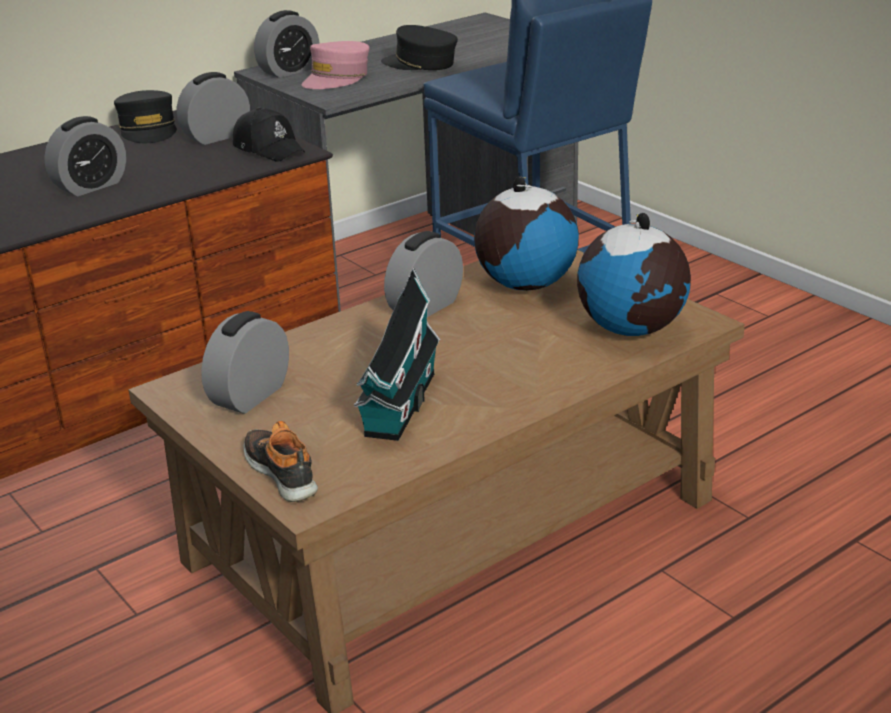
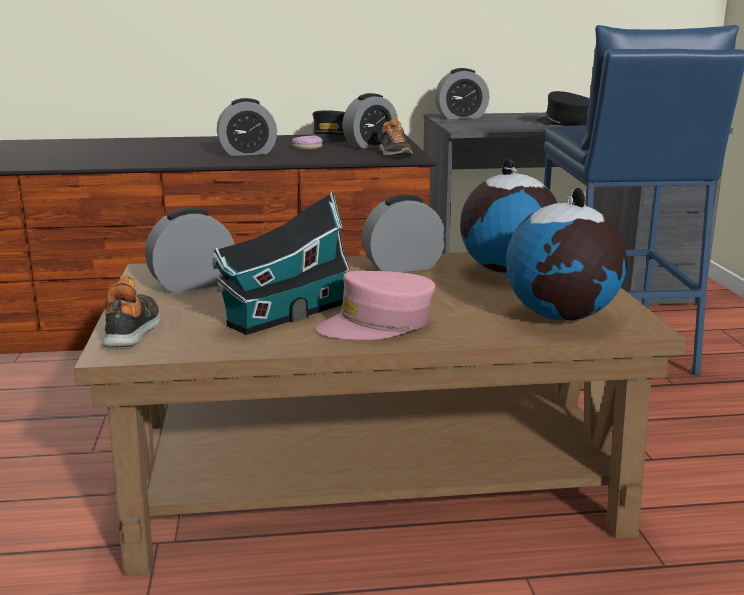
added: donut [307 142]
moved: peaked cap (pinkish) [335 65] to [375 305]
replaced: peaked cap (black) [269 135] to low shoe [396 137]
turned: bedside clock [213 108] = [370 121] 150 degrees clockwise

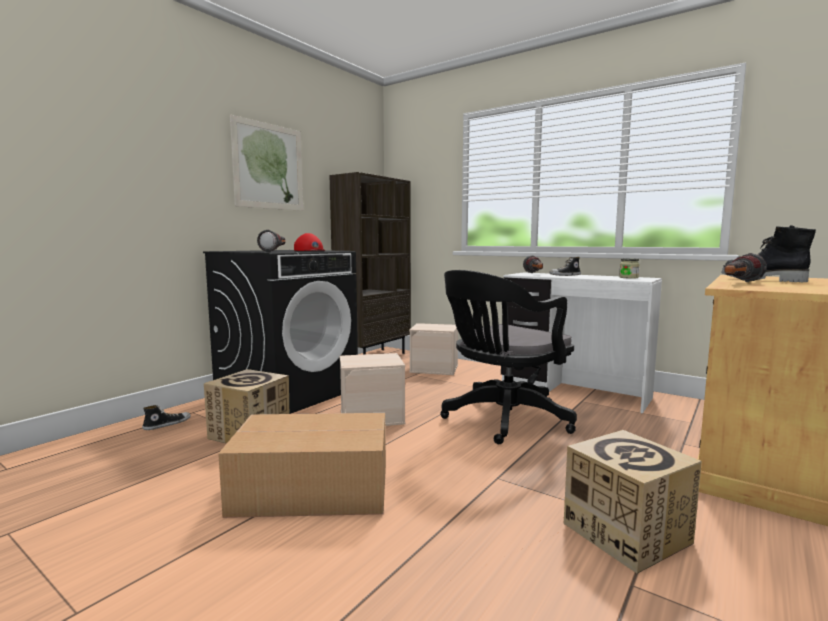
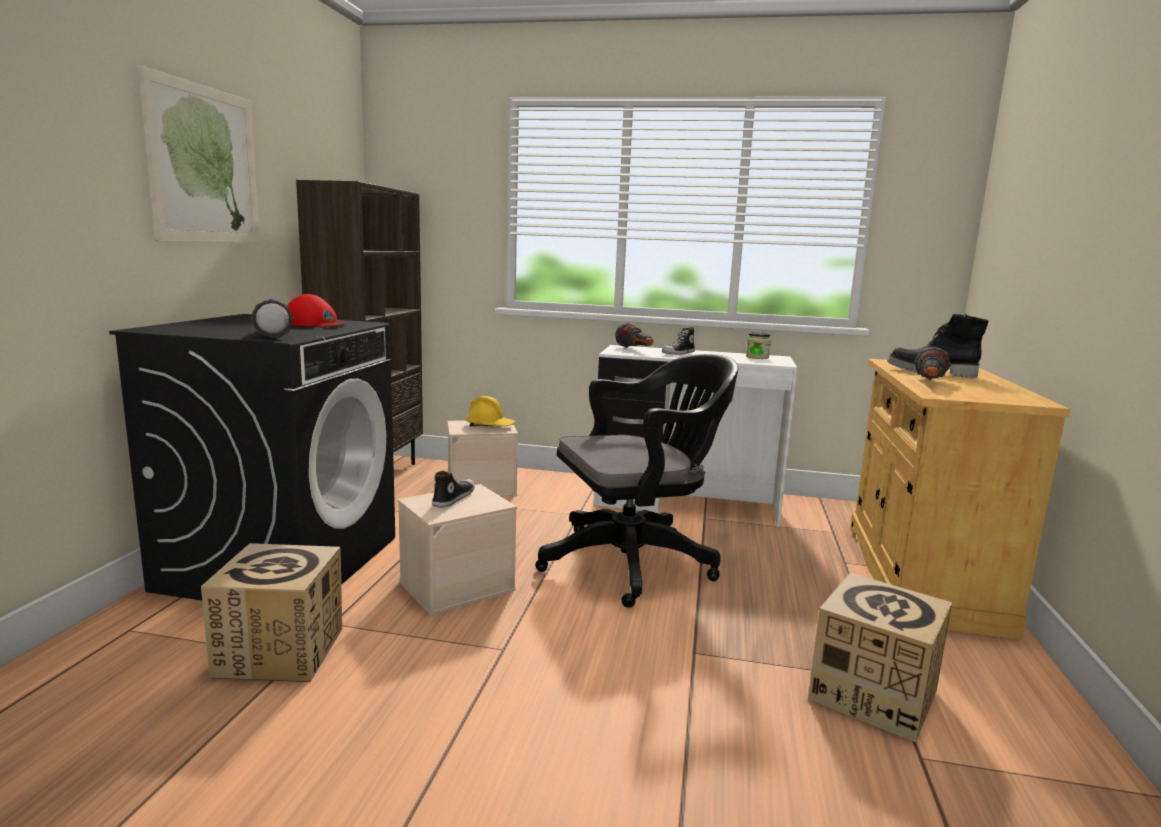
removed: carton [302 465]
added: hard hat (yellowish) [490 411]
moved: low shoe [166 417] to [453 489]
turned: desk chair (black) [508 357] = [636 481] 135 degrees counterclockwise

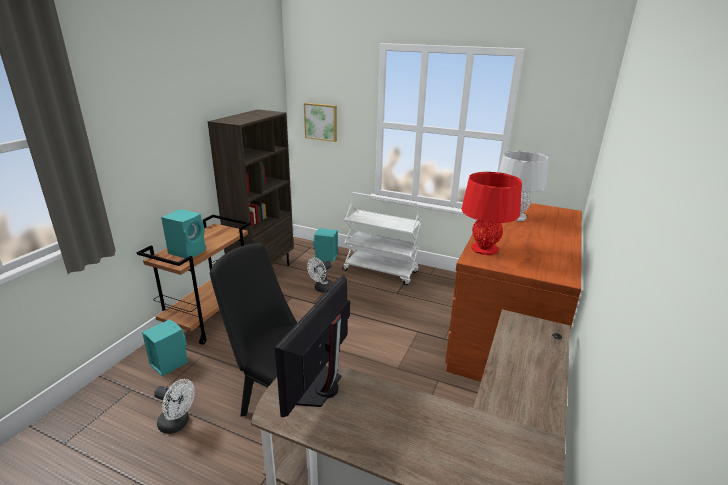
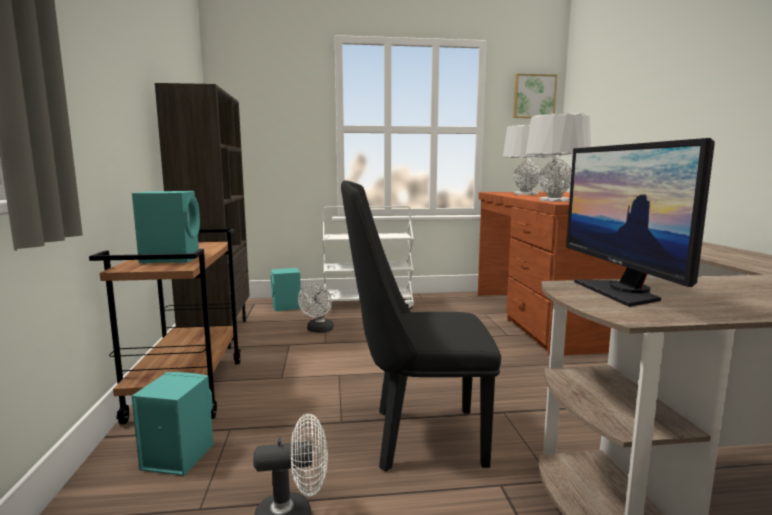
moved: wall picture [320 122] to [535 96]
recoloured: lamp for a table (red-coloured) [492 213] to lamp for a table (greyish) [558 157]

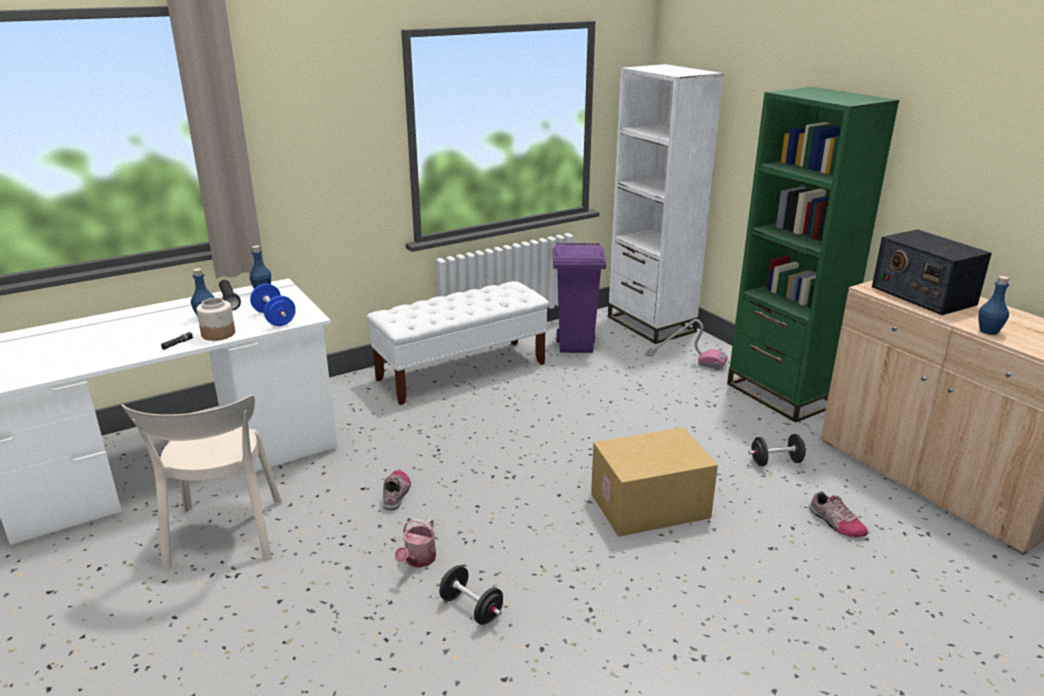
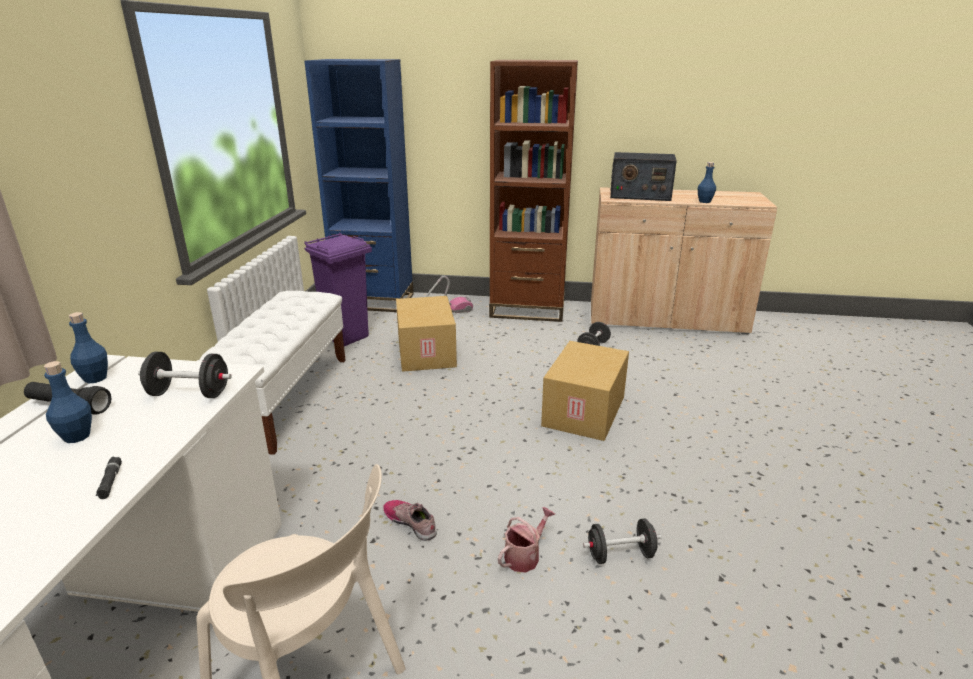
removed: storage jar [215 319]; low shoe [838 514]
added: carton [426 334]
recoloured: dumbbell (blue) [273 305] to dumbbell (black) [185 375]; bookshelf (whitish) [666 204] to bookshelf (blue) [359 185]; bookshelf (green) [813 255] to bookshelf (brown-coloured) [533 191]
turned: watering can [415 543] = [526 540] 105 degrees counterclockwise

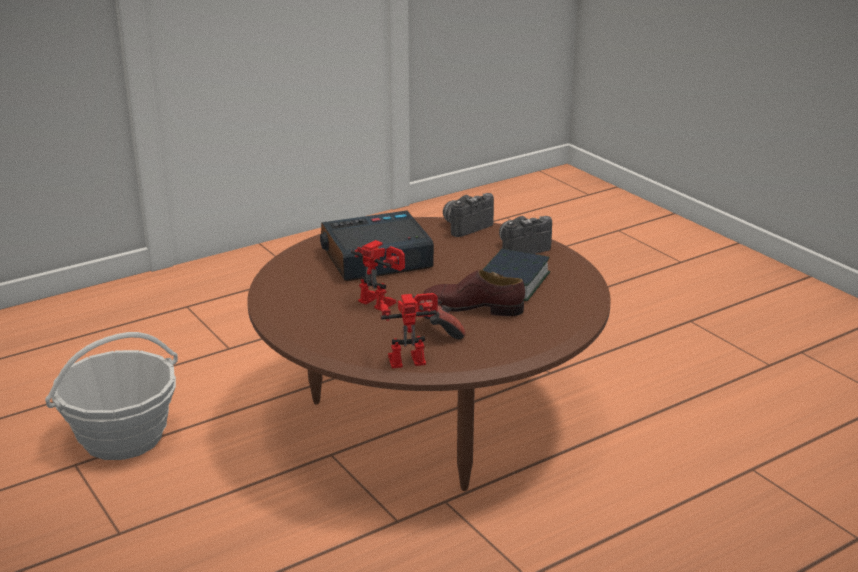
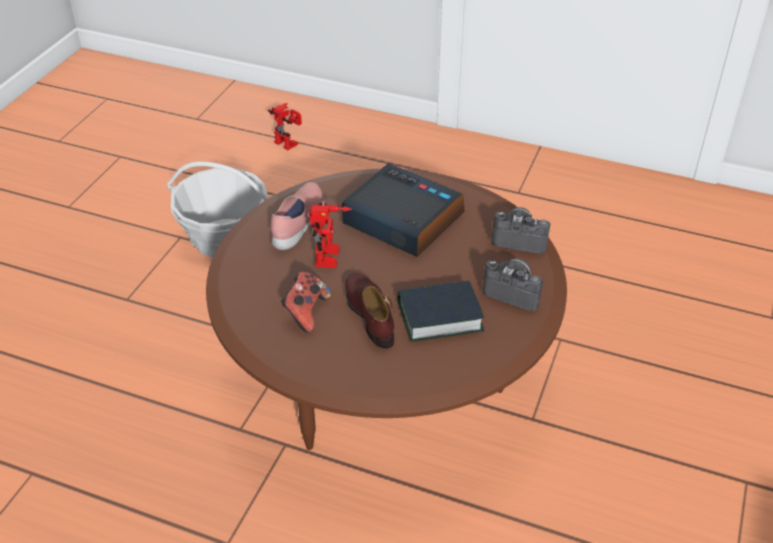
added: low shoe (pinkish) [297 216]
moved: robot figure [409 330] to [285 126]

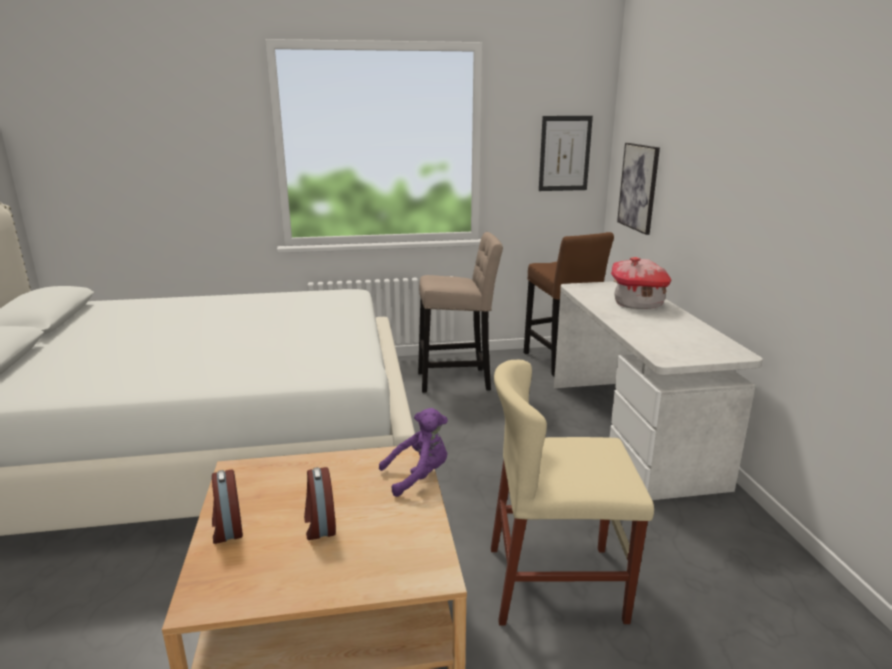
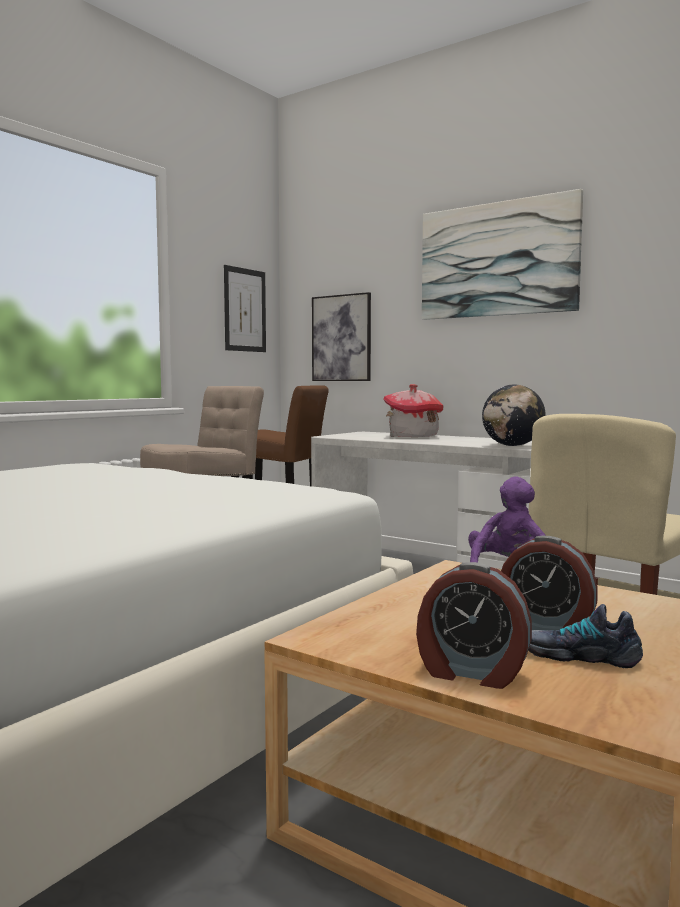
added: wall picture [502 254]; desk globe [514 415]; low shoe [585 636]

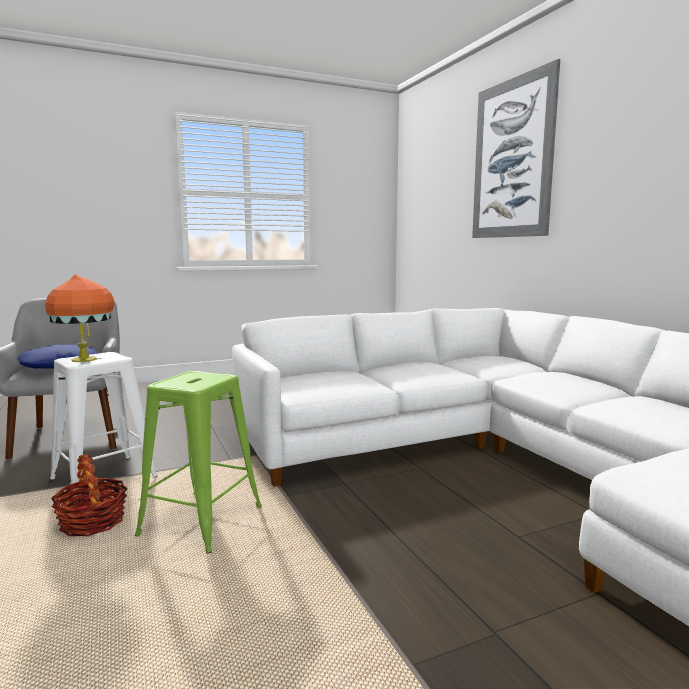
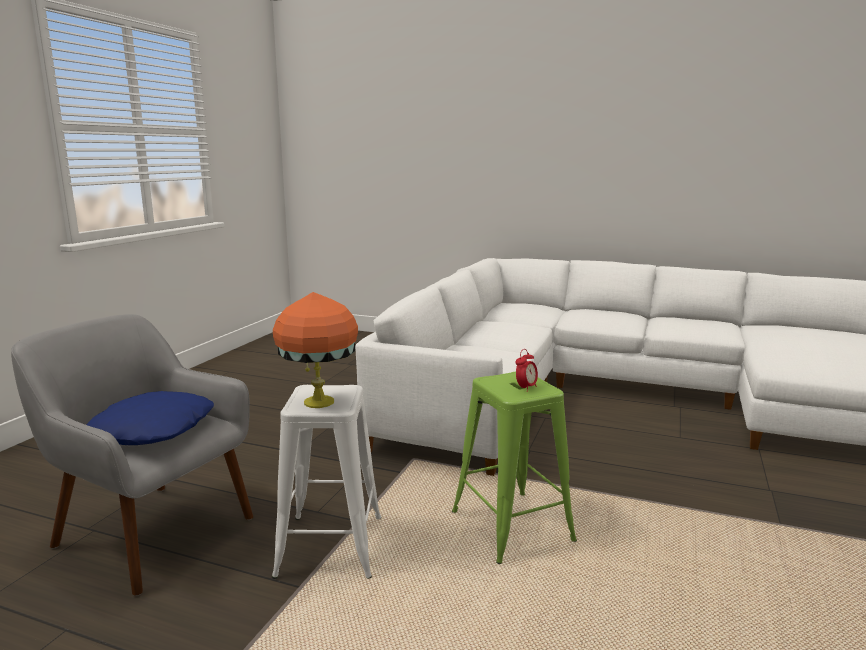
removed: household basket [89 495]; wall picture [516 148]
added: bedside clock [526 370]

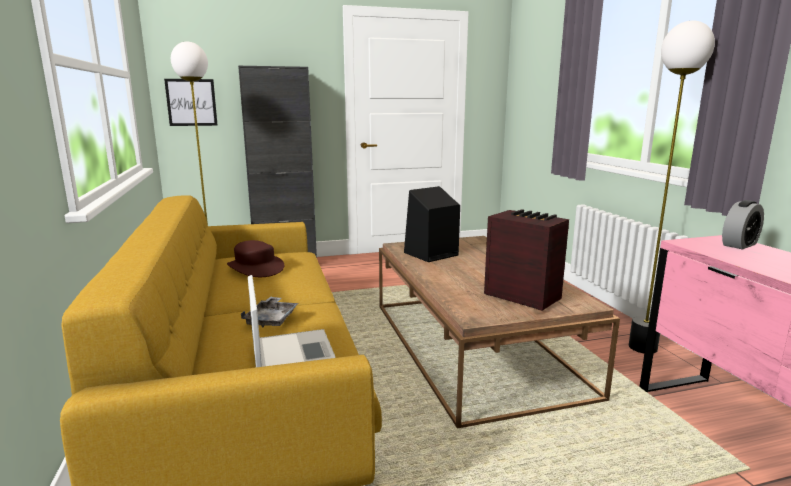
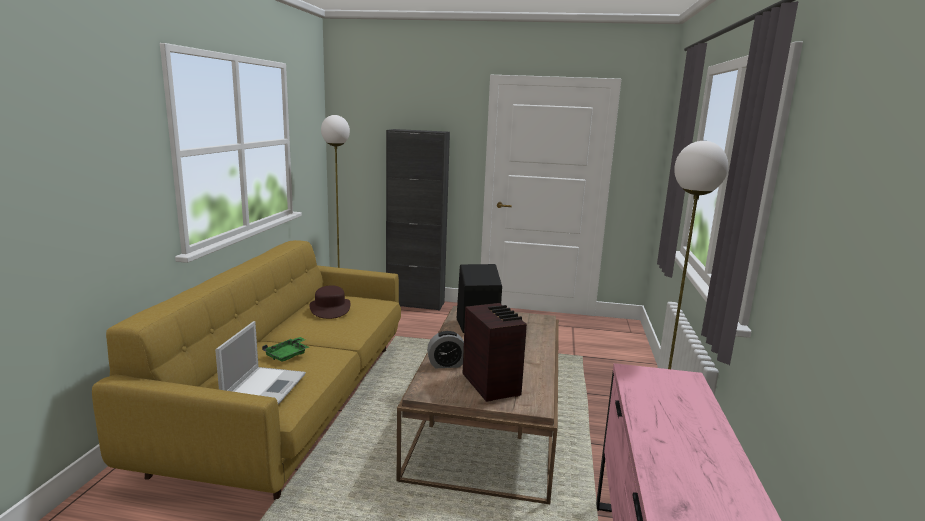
removed: wall picture [191 102]
moved: bedside clock [743 224] to [445 349]
recoloured: tray (greyish) [270 312] to tray (green) [285 349]

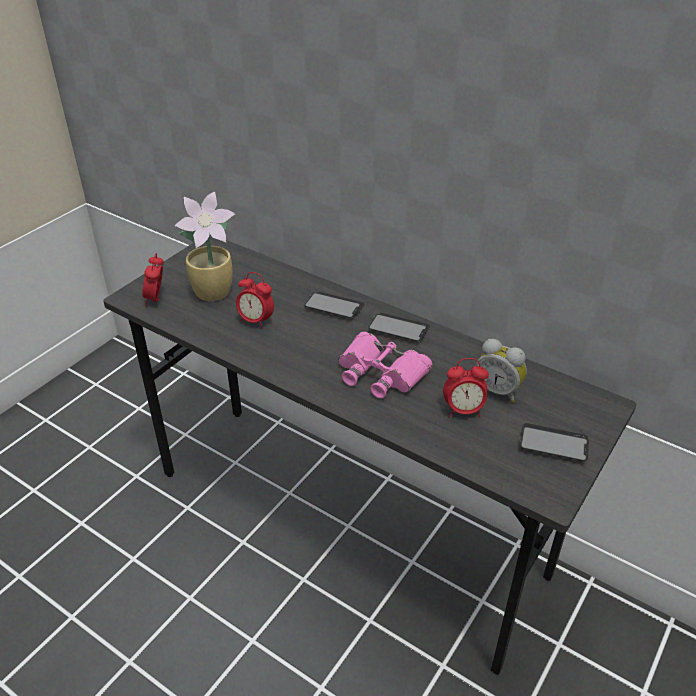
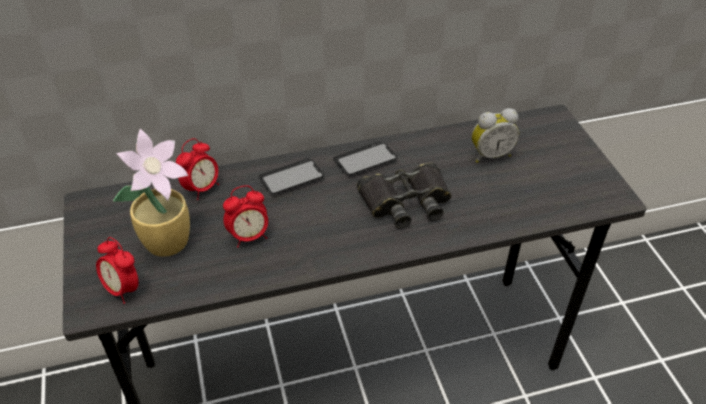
removed: phone [554 442]
moved: bedside clock [466 387] to [197 169]
recoloured: field glasses (pinkish) [385 365] to field glasses (black) [404 195]

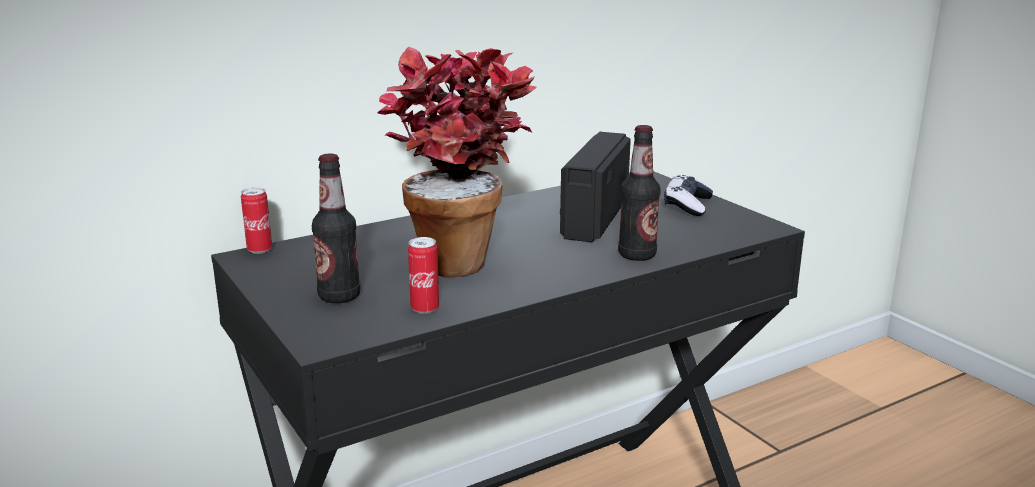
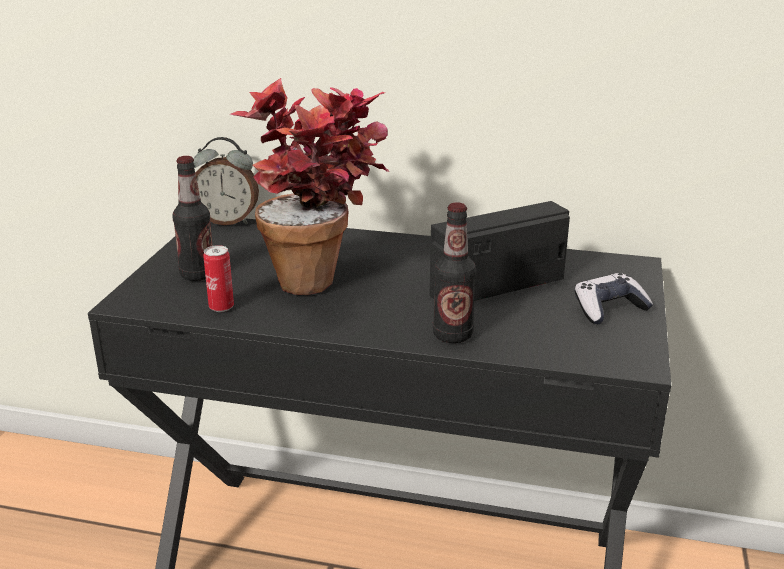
replaced: sealed can [256 220] to bedside clock [226 181]

